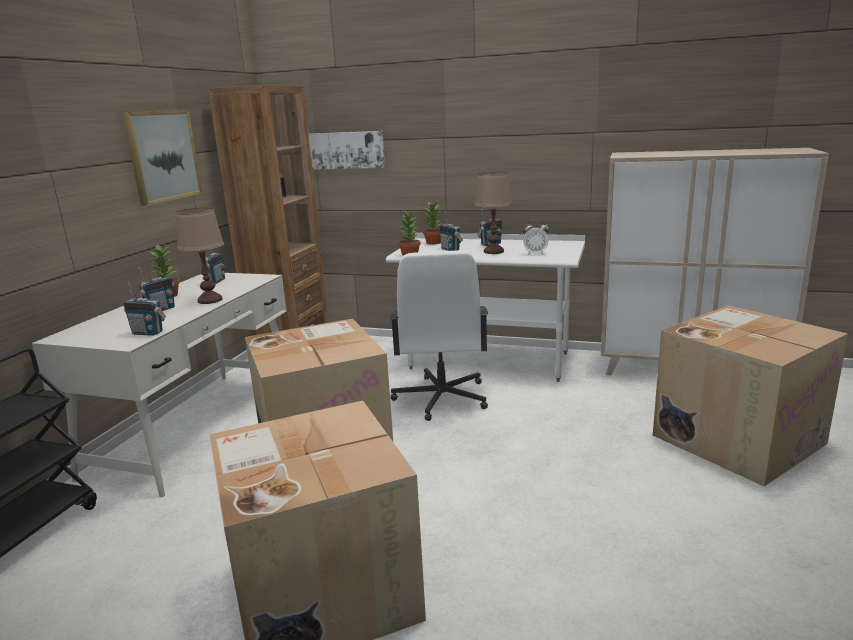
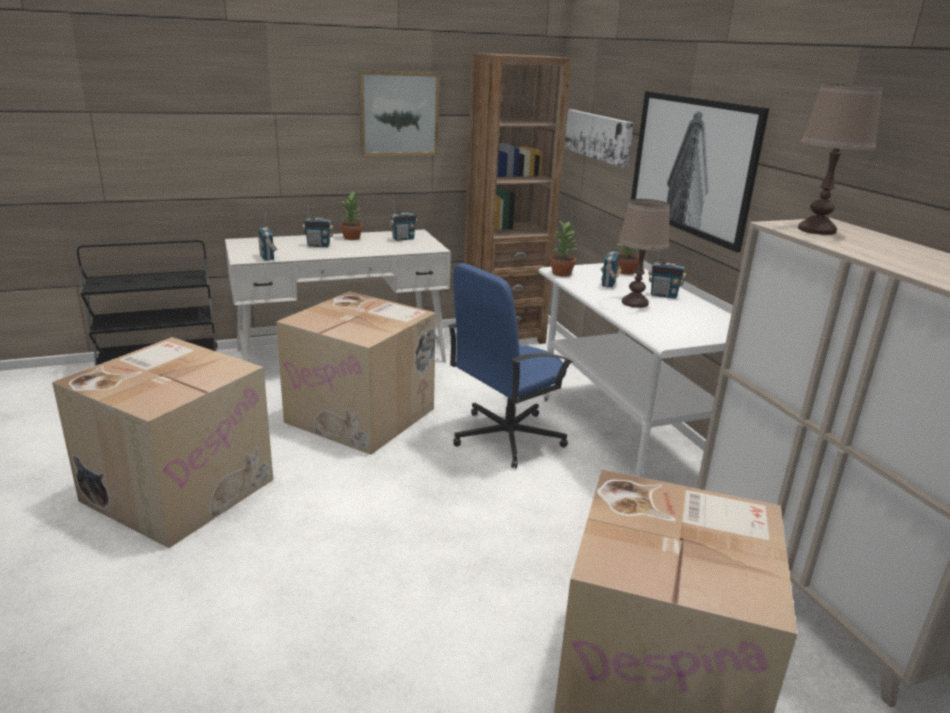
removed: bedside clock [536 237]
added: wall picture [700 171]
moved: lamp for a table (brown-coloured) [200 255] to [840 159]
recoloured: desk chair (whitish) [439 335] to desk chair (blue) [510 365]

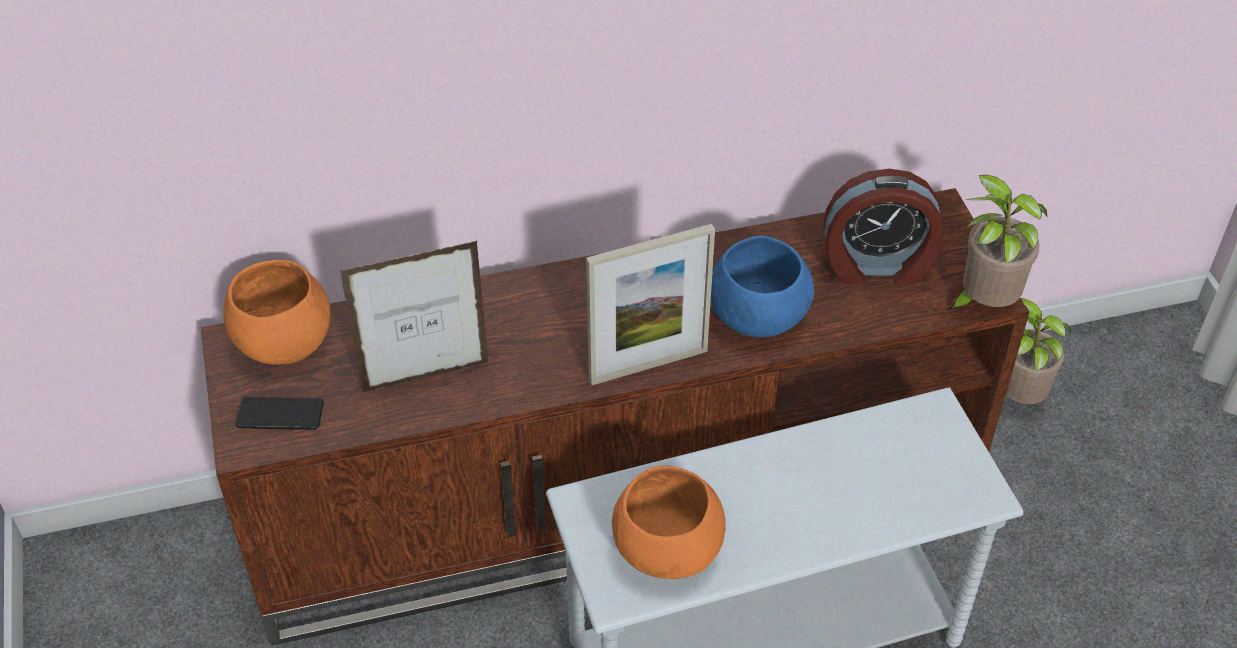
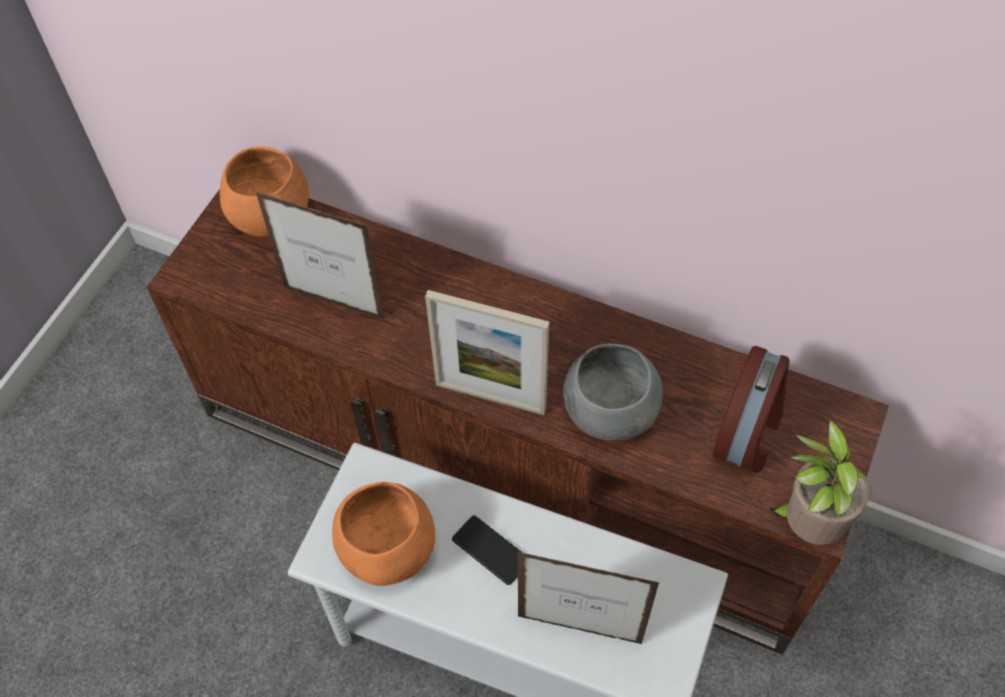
removed: potted plant [1038 351]
added: standing frame [589 598]
moved: phone [280 413] to [487 550]
recoloured: deep dish (blue) [762 286] to deep dish (greyish) [613 392]
turned: bedside clock [883 227] = [751 409] 105 degrees counterclockwise

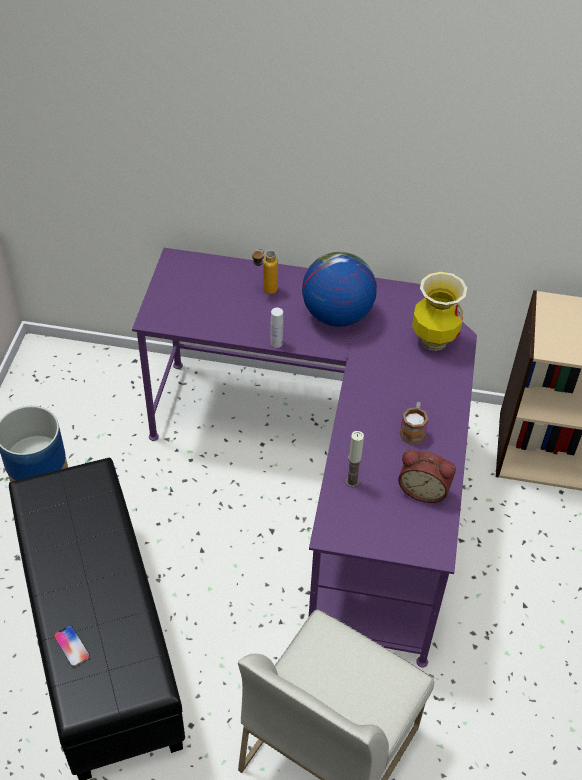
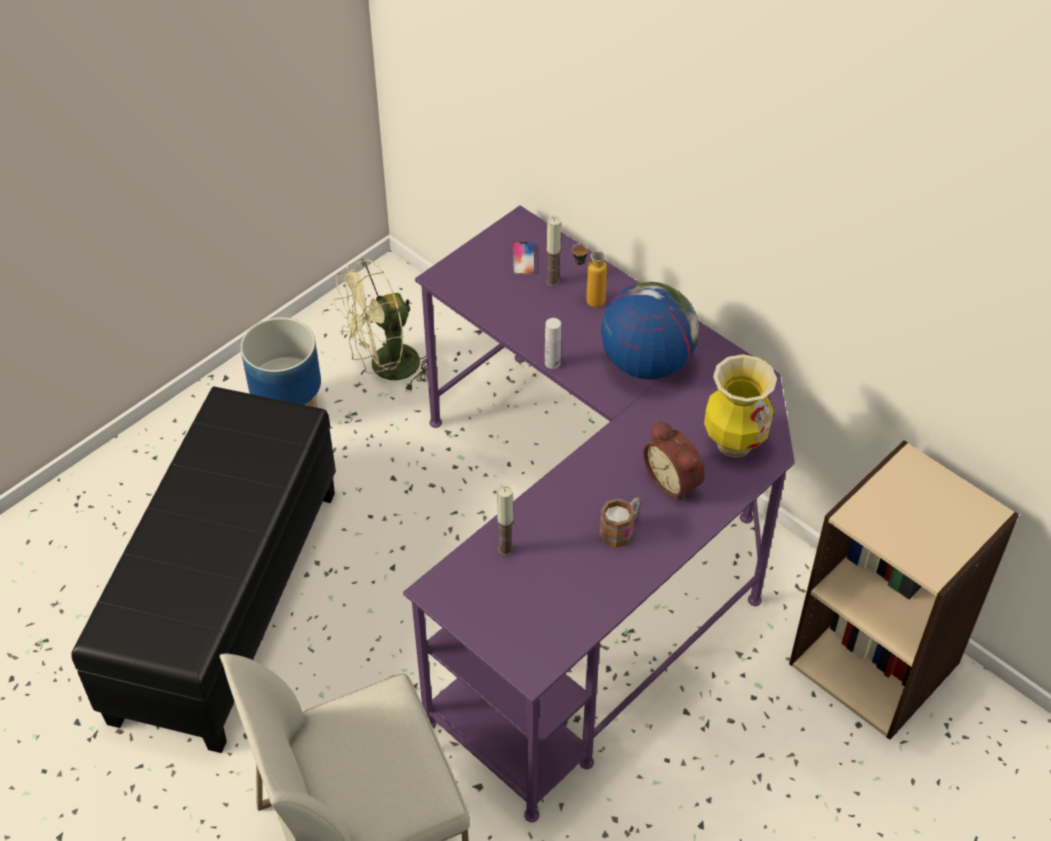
added: fan (green) [385 325]; candle [553 251]
moved: phone [72 646] to [523 258]; bedside clock [427 476] to [674 461]

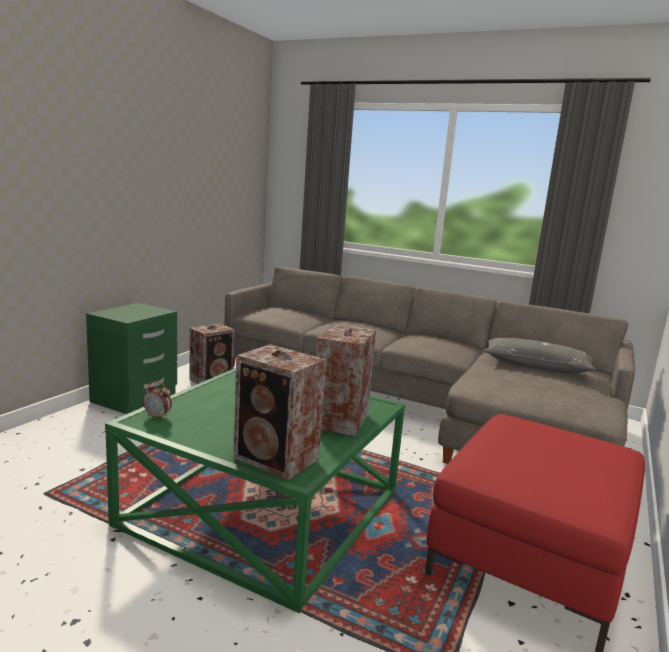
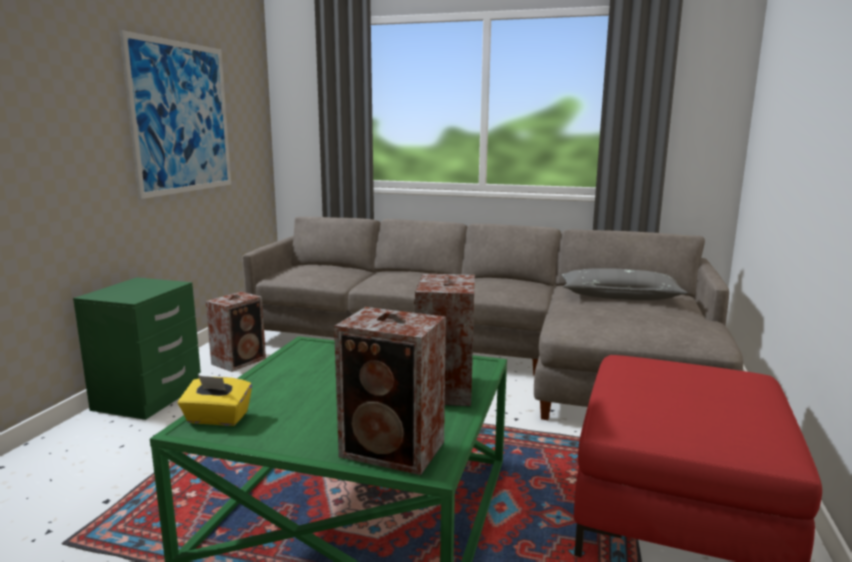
added: wall picture [175 114]
replaced: bedside clock [157 400] to tissue holder (yellowish) [215 400]

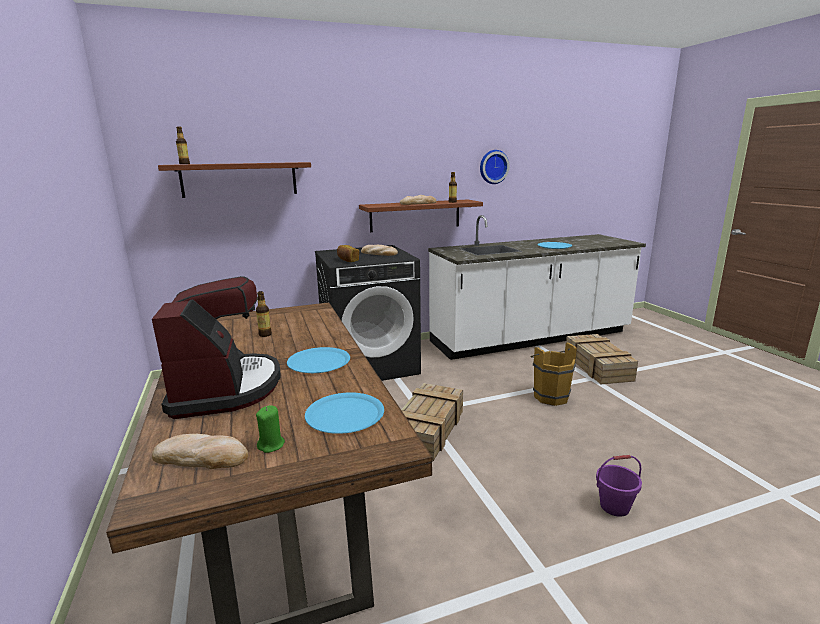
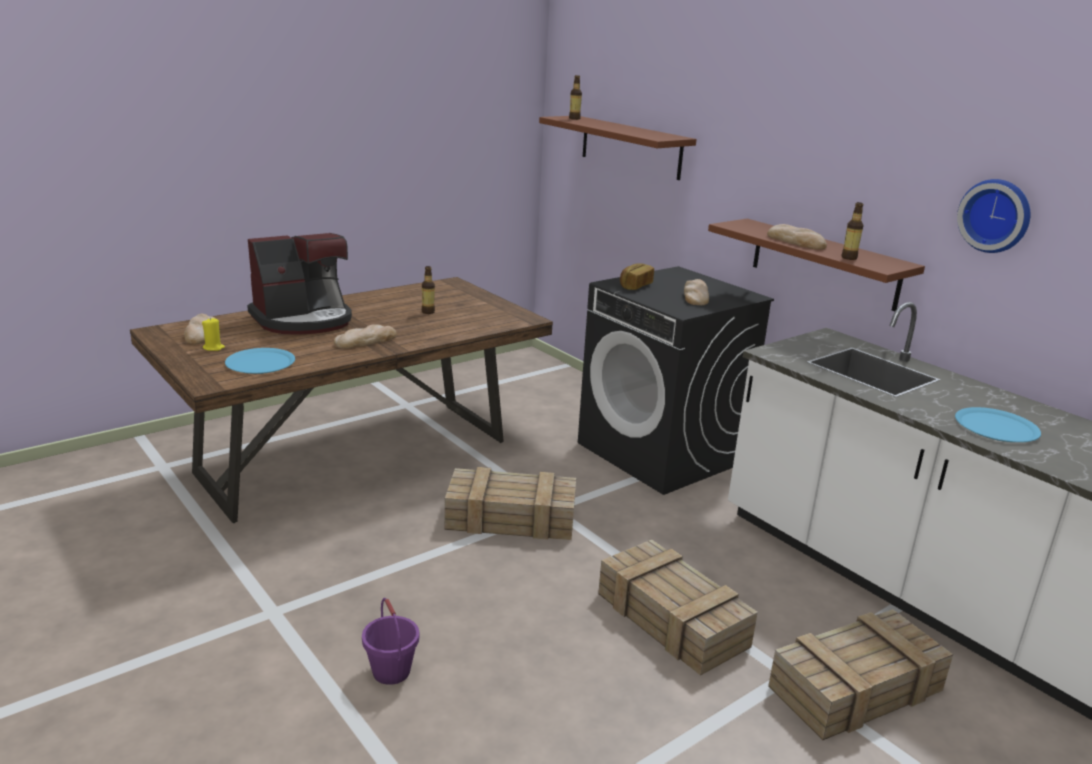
replaced: flat dish (blue) [318 360] to bakery bread [365 336]; pail (brown-coloured) [554 374] to shipping crate [678 608]
recoloured: candle (green) [270 429] to candle (yellowish) [213 334]

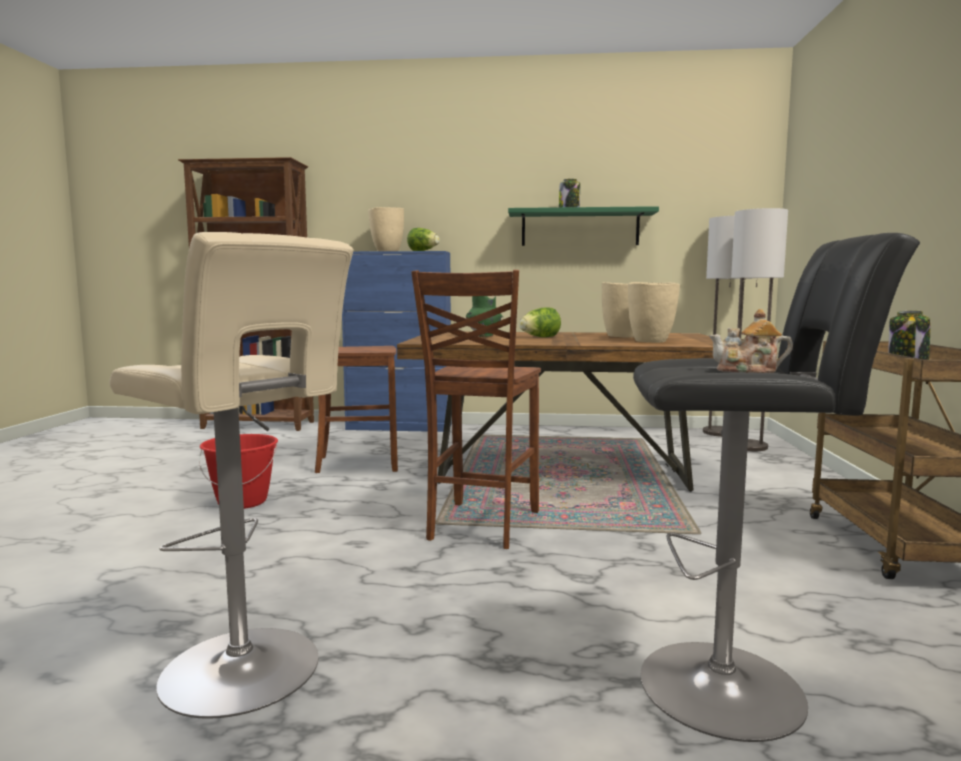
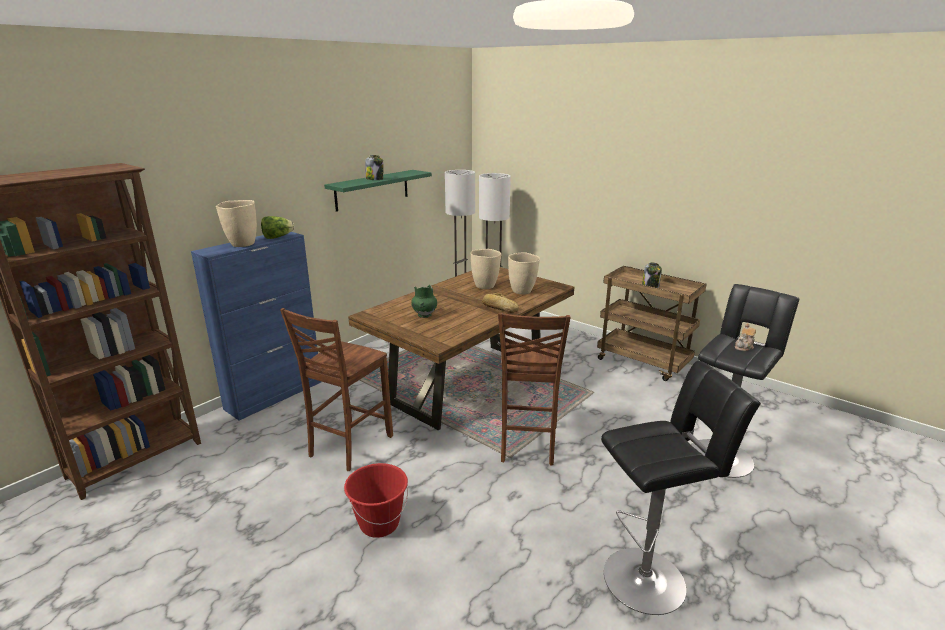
removed: head of lettuce [540 322]
added: bakery bread [500 303]
recoloured: stool seat (beige-coloured) [231 475] to stool seat (black) [681 488]
turned: chair (brown-coloured) [476 409] = [534 389] 45 degrees clockwise

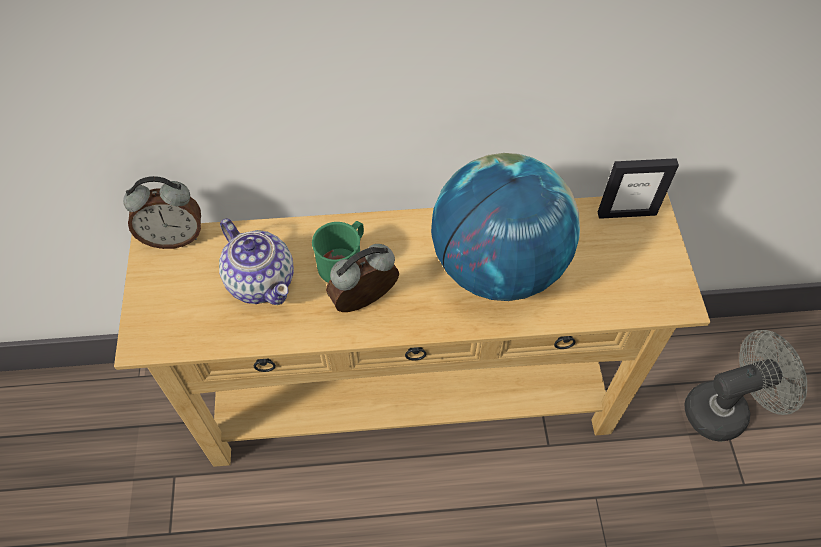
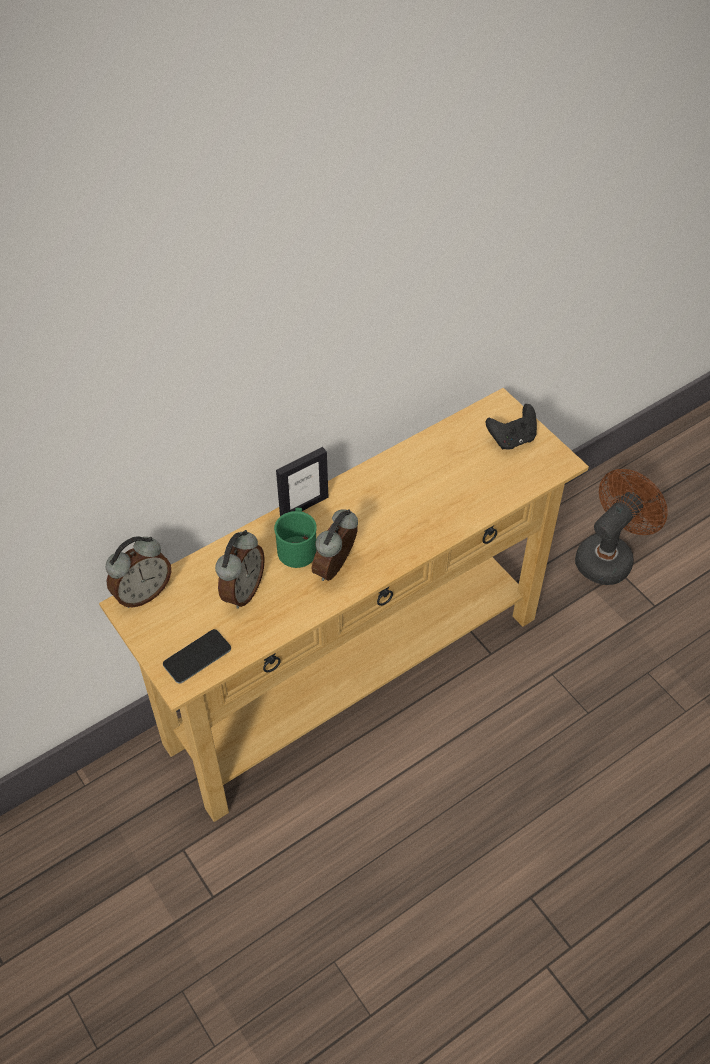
removed: desk globe [505 227]
added: phone [197 656]; game controller (black) [511 427]
moved: standing frame [638 188] to [302 481]
replaced: pot for tea [256 261] to bedside clock [240 569]
recoloured: fan (greyish) [746 386] to fan (brown-coloured) [621 527]

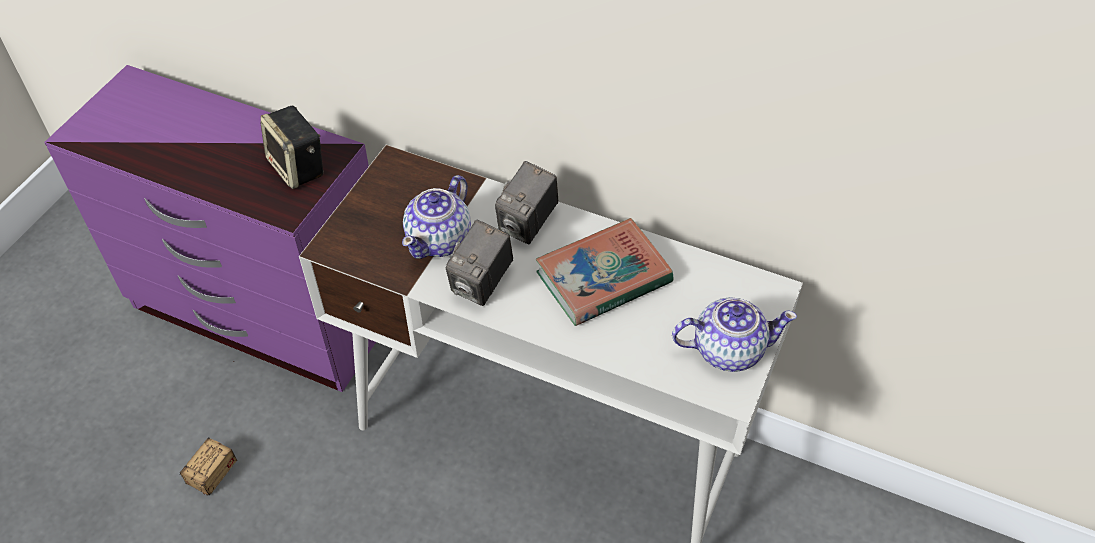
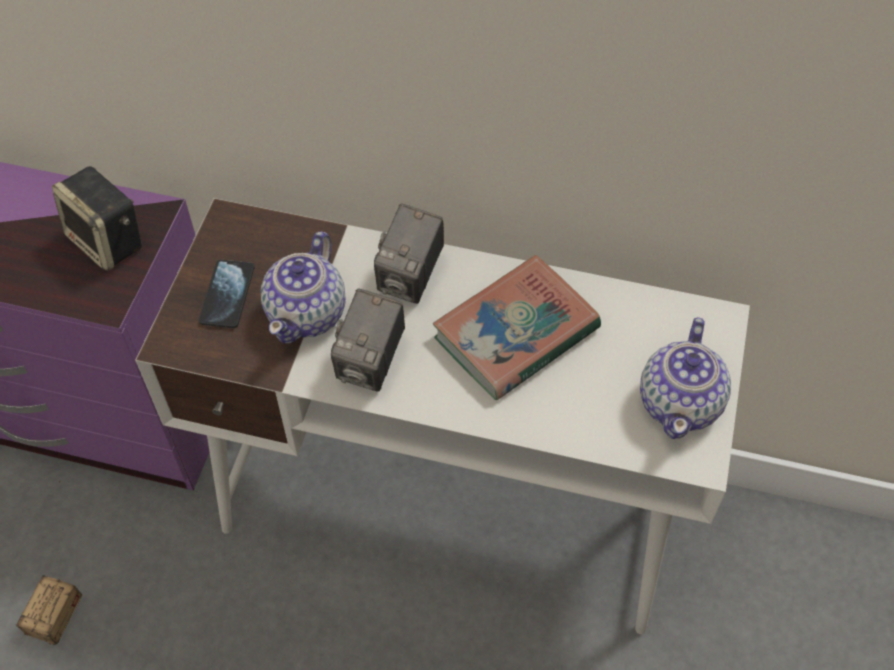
added: phone [226 293]
turned: pot for tea [734 334] = [685 378] 120 degrees clockwise

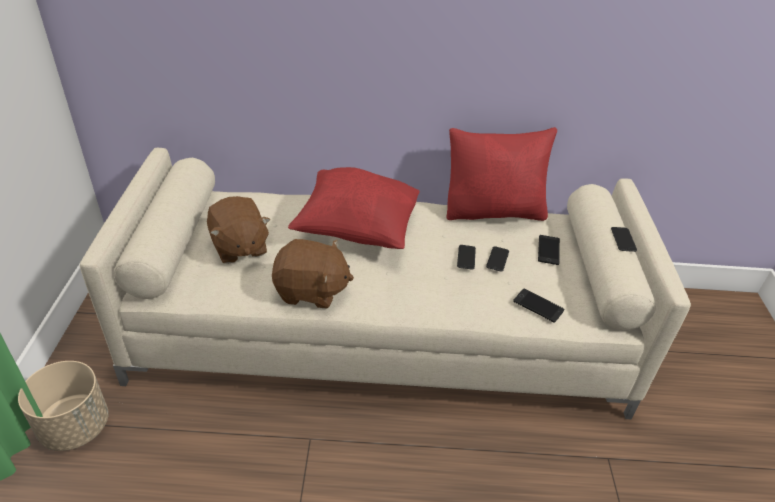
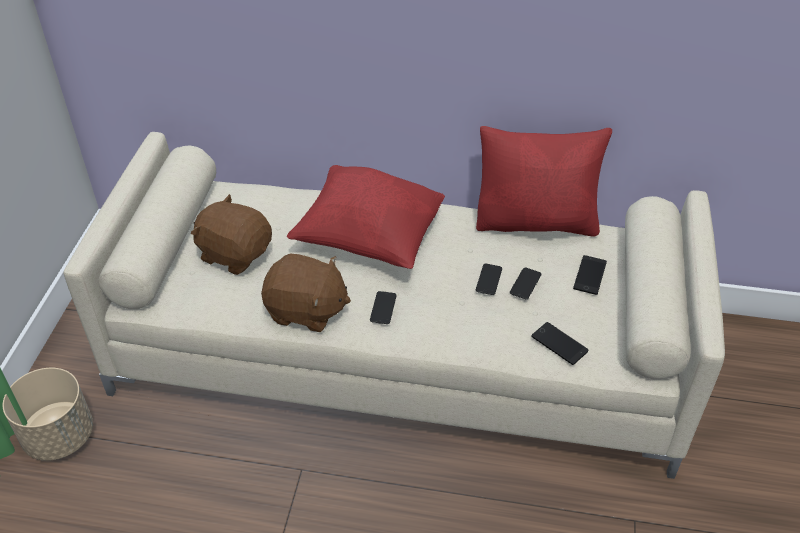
moved: phone [624 239] to [383 307]
turned: soft toy (brown-coloured) [238 230] = [231 234] 135 degrees clockwise

